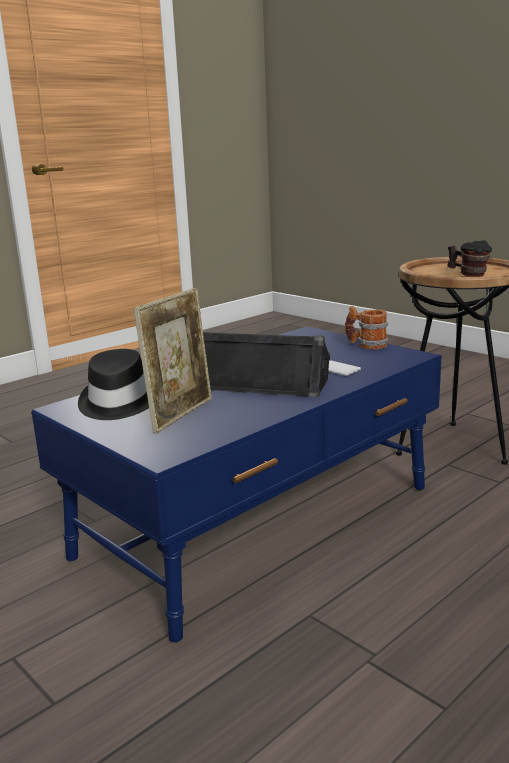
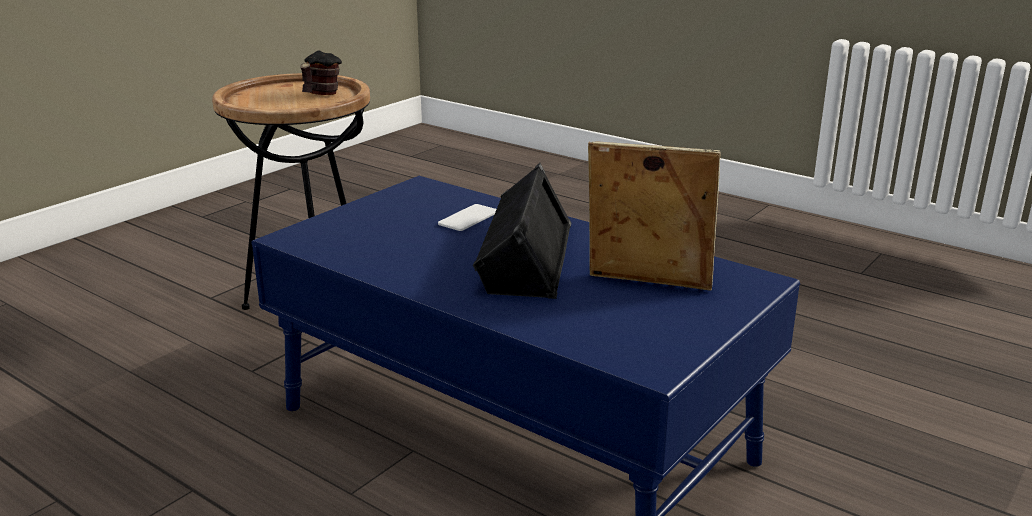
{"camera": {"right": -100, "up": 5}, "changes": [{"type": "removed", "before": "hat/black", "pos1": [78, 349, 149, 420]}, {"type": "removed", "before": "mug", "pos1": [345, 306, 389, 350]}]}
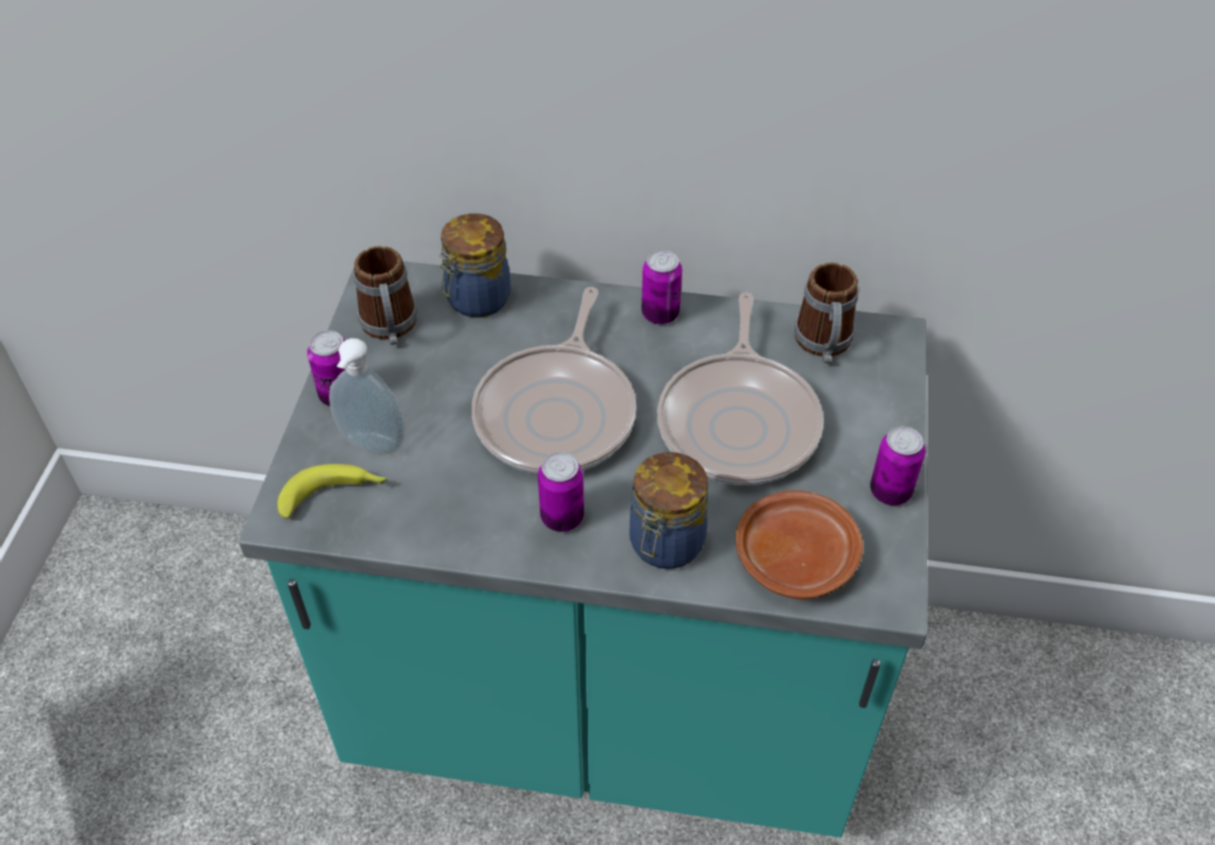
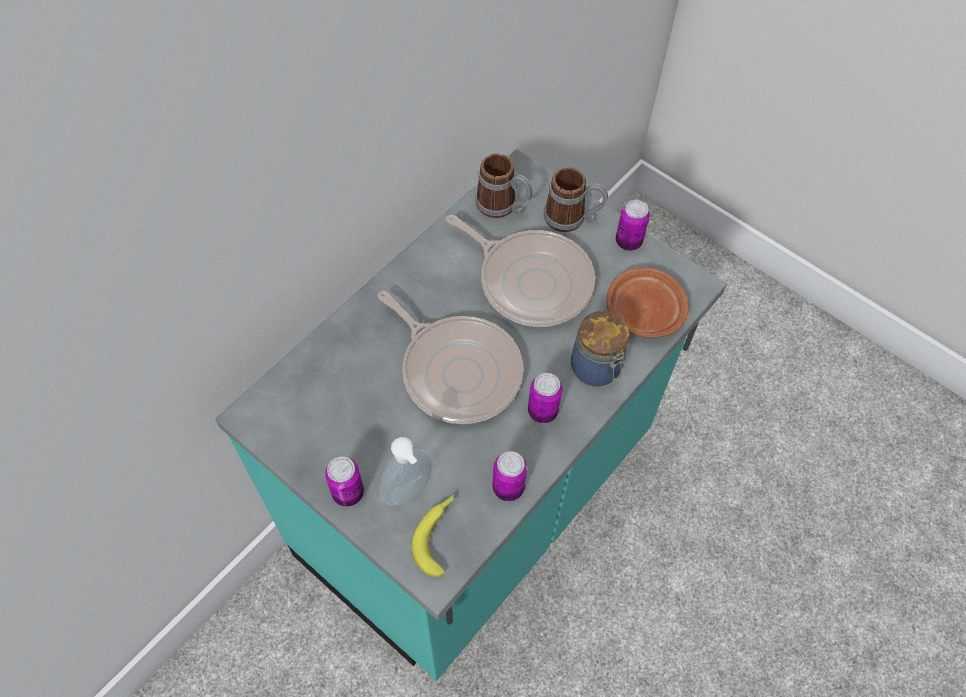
{"camera": {"right": -60, "up": 10}, "changes": [{"type": "moved", "before": "can", "pos1": [642, 250, 682, 324], "pos2": [492, 451, 527, 501]}, {"type": "moved", "before": "mug", "pos1": [353, 246, 417, 345], "pos2": [544, 167, 608, 232]}, {"type": "removed", "before": "jar", "pos1": [439, 213, 511, 318]}]}
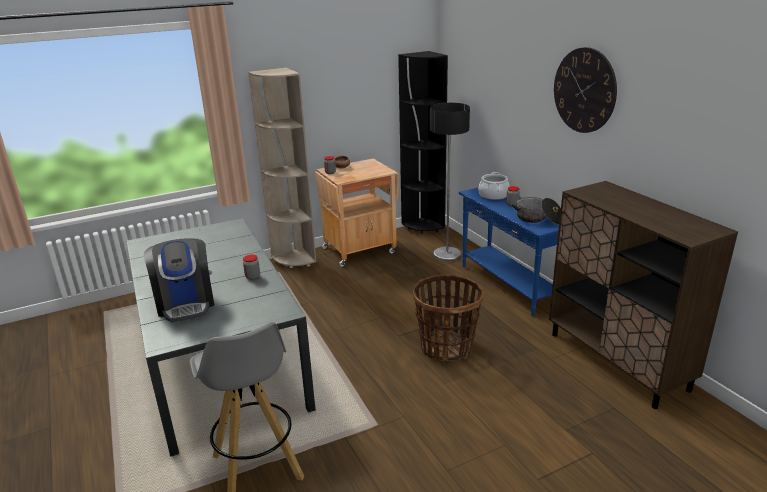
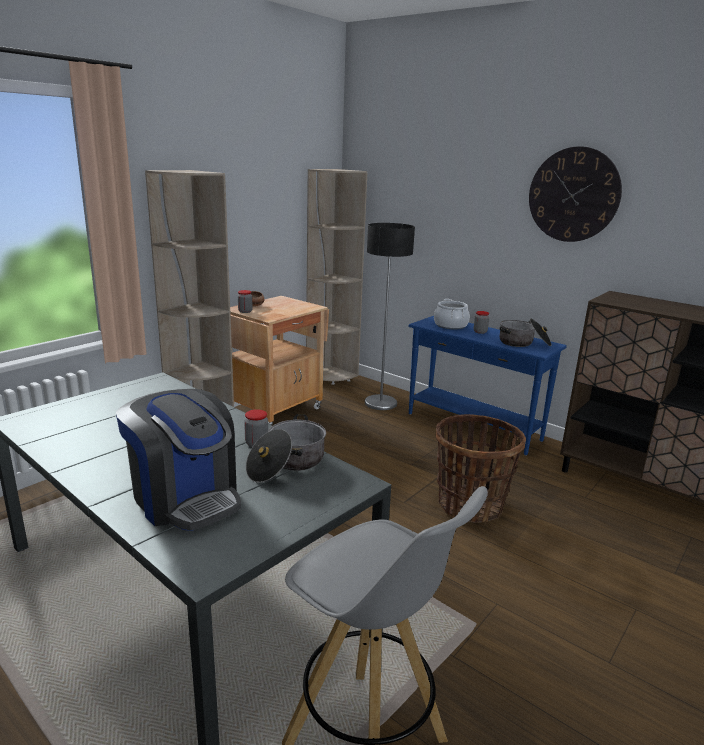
{"camera": {"right": -25, "up": -5}, "changes": [{"type": "added", "after": "cooking pot", "pos2": [246, 414, 326, 483]}, {"type": "recoloured", "before": "bookcase/black", "after": "bookcase/beige", "pos1": [398, 51, 448, 234], "pos2": [306, 169, 368, 385]}]}
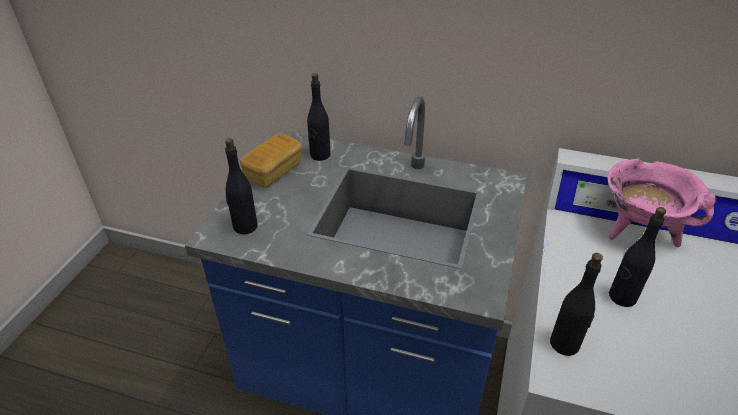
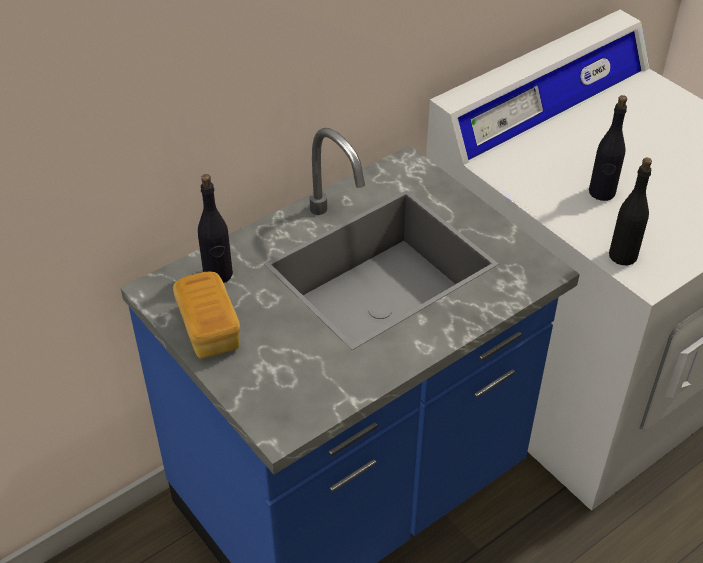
{"camera": {"right": -55, "up": 5}, "changes": [{"type": "removed", "before": "bottle/black", "pos1": [225, 138, 258, 234]}, {"type": "removed", "before": "cooking pot/pink", "pos1": [608, 159, 717, 247]}]}
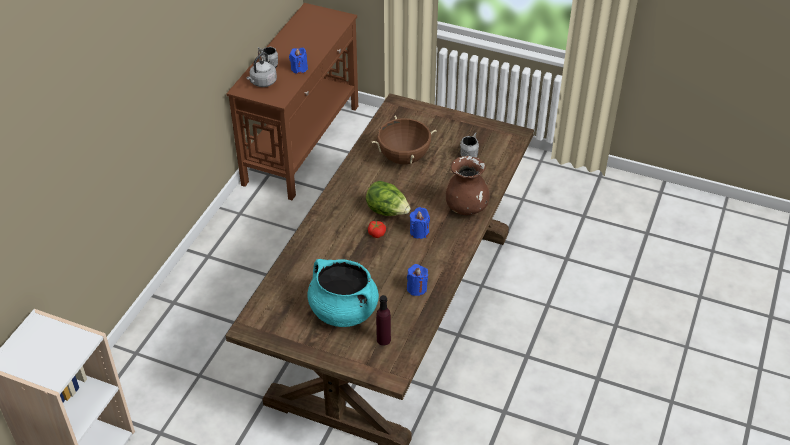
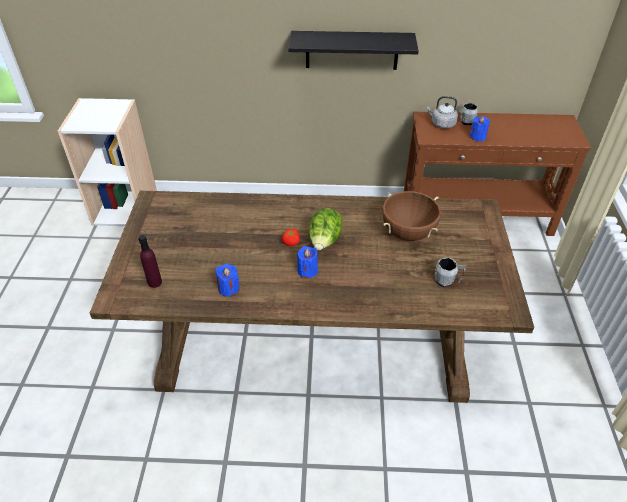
{"camera": {"right": 70, "up": 0}, "changes": [{"type": "added", "after": "shelf/black", "pos2": [288, 31, 418, 70]}, {"type": "removed", "before": "cooking pot/turquoise", "pos1": [307, 259, 379, 327]}, {"type": "removed", "before": "vase/brown", "pos1": [446, 156, 490, 215]}]}
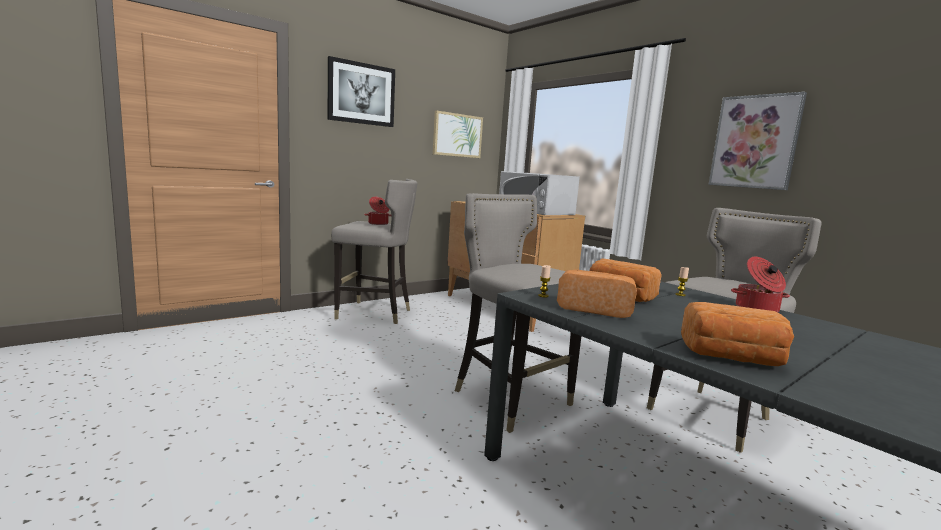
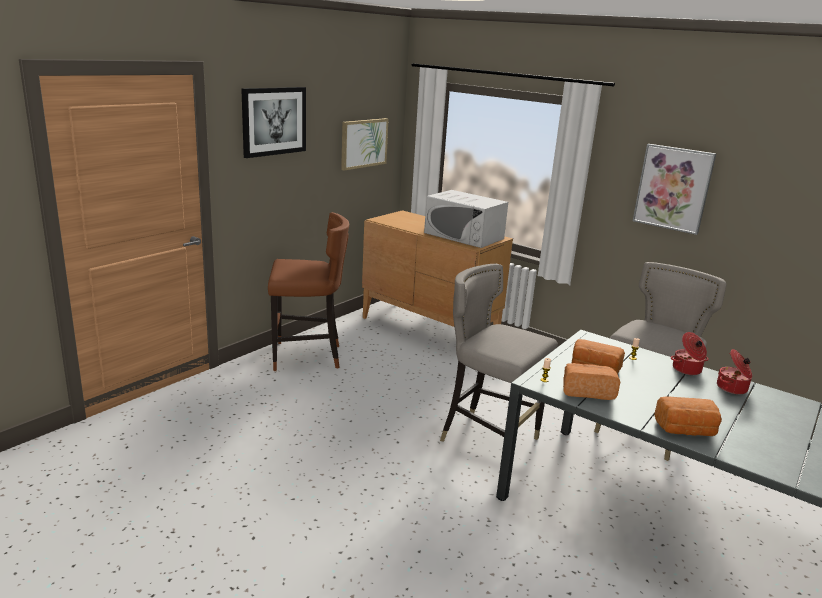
{"camera": {"right": -15, "up": 10}, "changes": [{"type": "recoloured", "before": "stool/grey", "after": "stool/brown", "pos1": [331, 179, 417, 324], "pos2": [268, 212, 349, 371]}, {"type": "moved", "before": "cooking pot", "pos1": [364, 197, 392, 225], "pos2": [717, 349, 752, 395]}]}
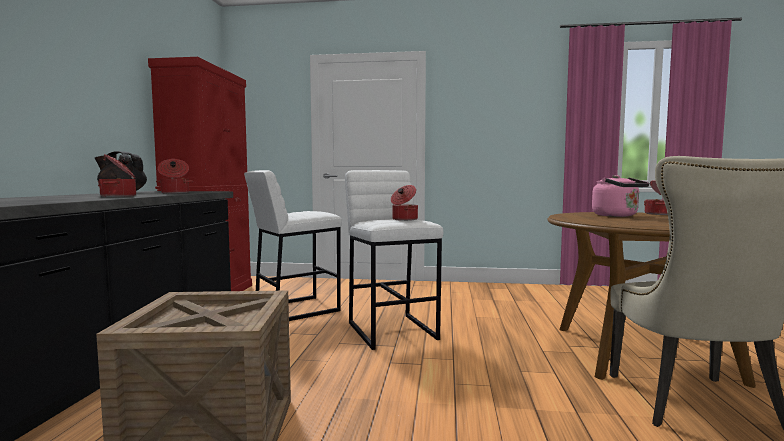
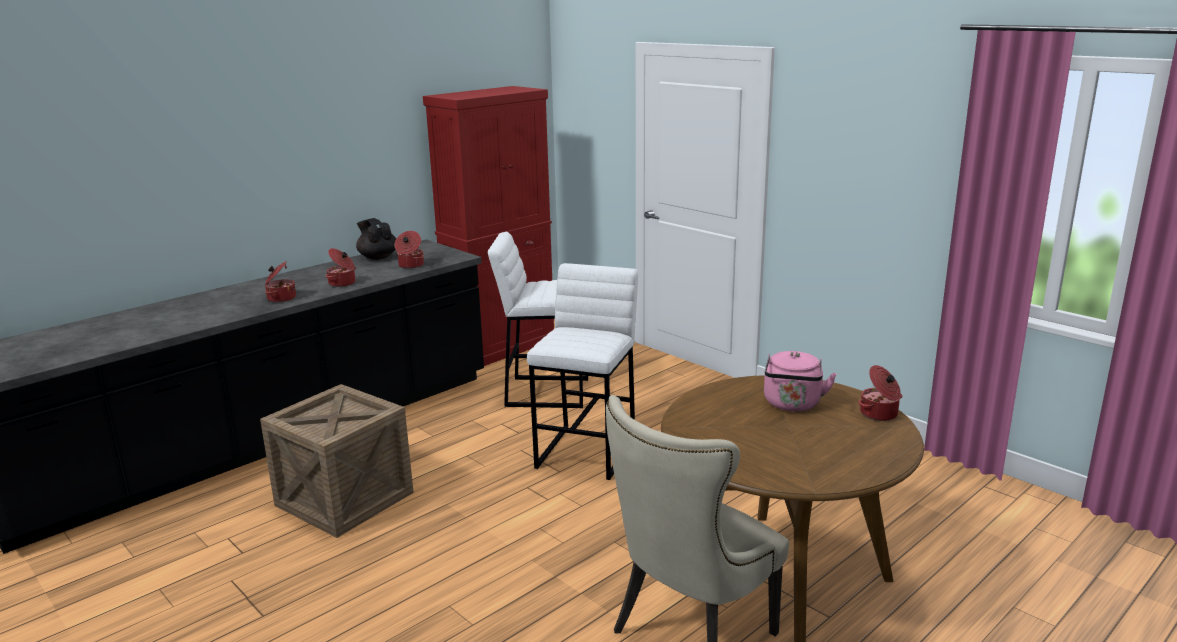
{"camera": {"right": 40, "up": 15}, "changes": [{"type": "moved", "before": "cooking pot", "pos1": [391, 185, 418, 221], "pos2": [265, 261, 296, 303]}]}
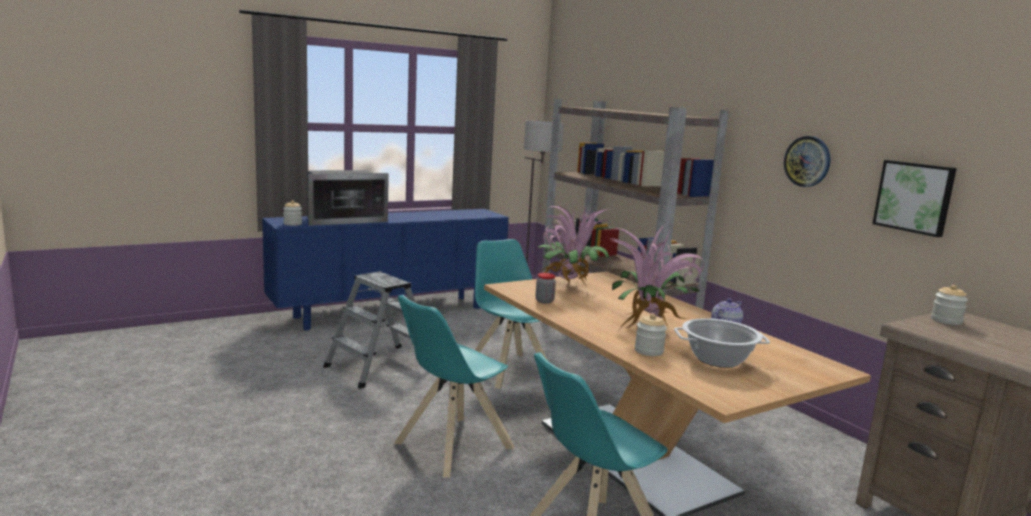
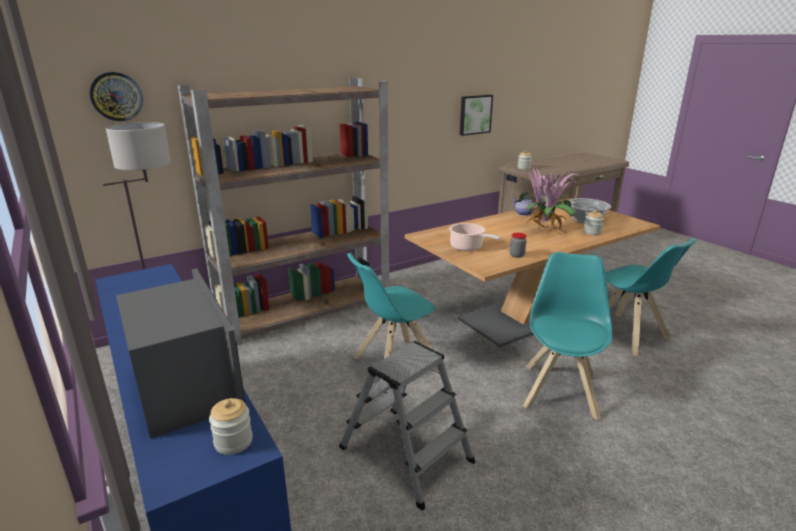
{"camera": {"right": -90, "up": 10}, "changes": [{"type": "moved", "before": "wall clock", "pos1": [784, 136, 831, 187], "pos2": [89, 72, 143, 121]}, {"type": "replaced", "before": "potted plant", "after": "cooking pot", "pos1": [538, 206, 611, 287], "pos2": [449, 223, 501, 251]}, {"type": "turned", "before": "chair/turquoise", "pos1": [394, 295, 514, 478], "pos2": [523, 252, 613, 420], "turn": -120}]}
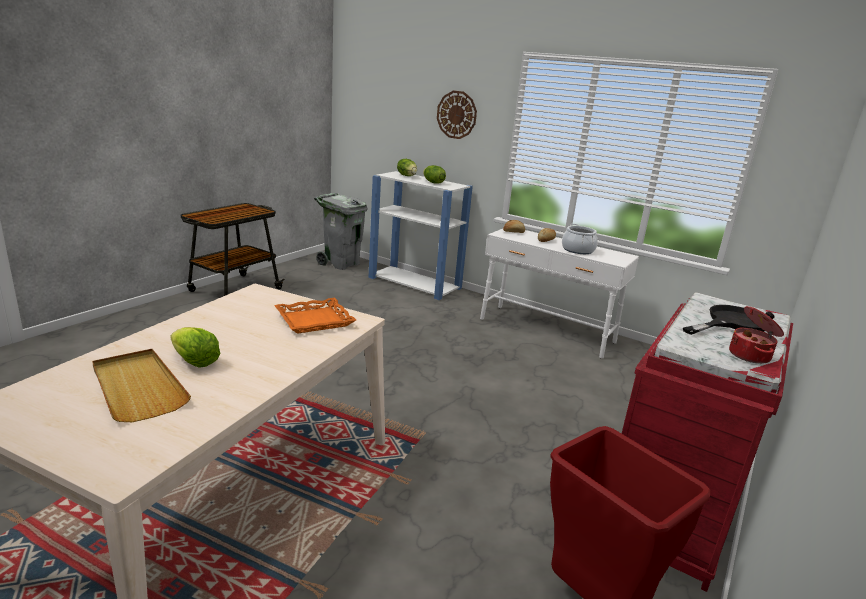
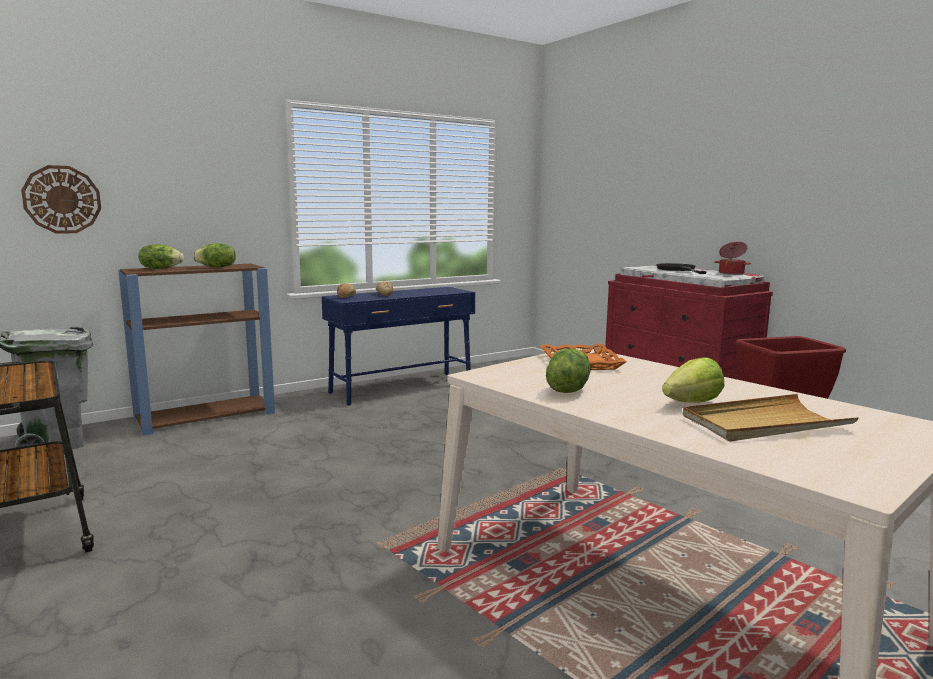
{"camera": {"right": -65, "up": -10}, "changes": [{"type": "moved", "before": "wall clock", "pos1": [437, 91, 477, 139], "pos2": [21, 165, 101, 234]}, {"type": "recoloured", "before": "bookcase/white", "after": "bookcase/brown", "pos1": [368, 171, 473, 300], "pos2": [118, 264, 275, 436]}, {"type": "recoloured", "before": "console table/white", "after": "console table/blue", "pos1": [480, 229, 639, 359], "pos2": [322, 287, 475, 406]}, {"type": "added", "after": "lettuce", "pos2": [546, 349, 591, 393]}, {"type": "removed", "before": "cooking pot", "pos1": [562, 224, 598, 254]}]}
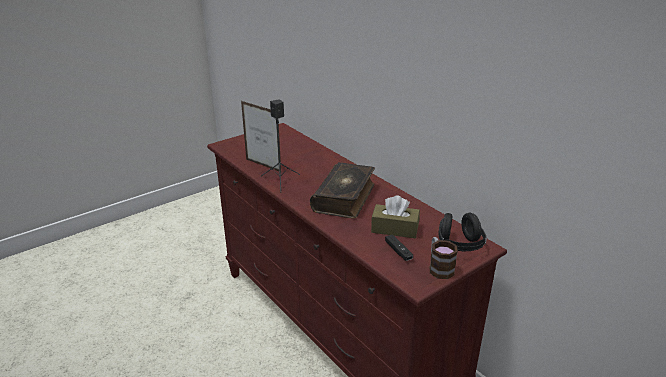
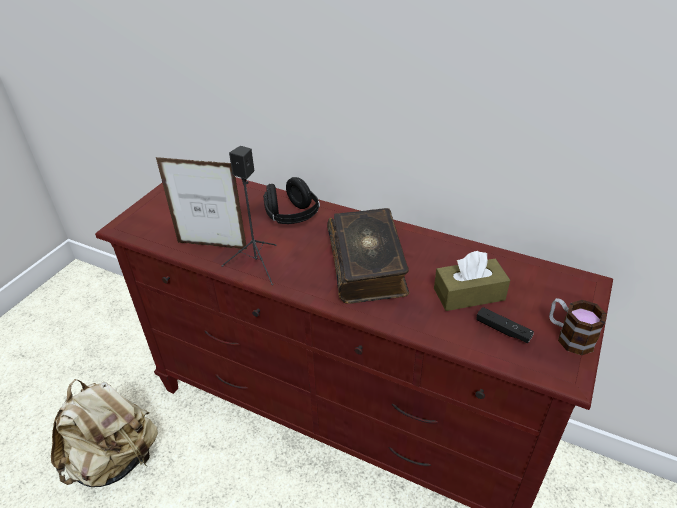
{"camera": {"right": -25, "up": 10}, "changes": [{"type": "added", "after": "backpack/beige", "pos2": [51, 379, 158, 487]}, {"type": "moved", "before": "headphones/black", "pos1": [438, 213, 487, 251], "pos2": [263, 177, 320, 224]}]}
